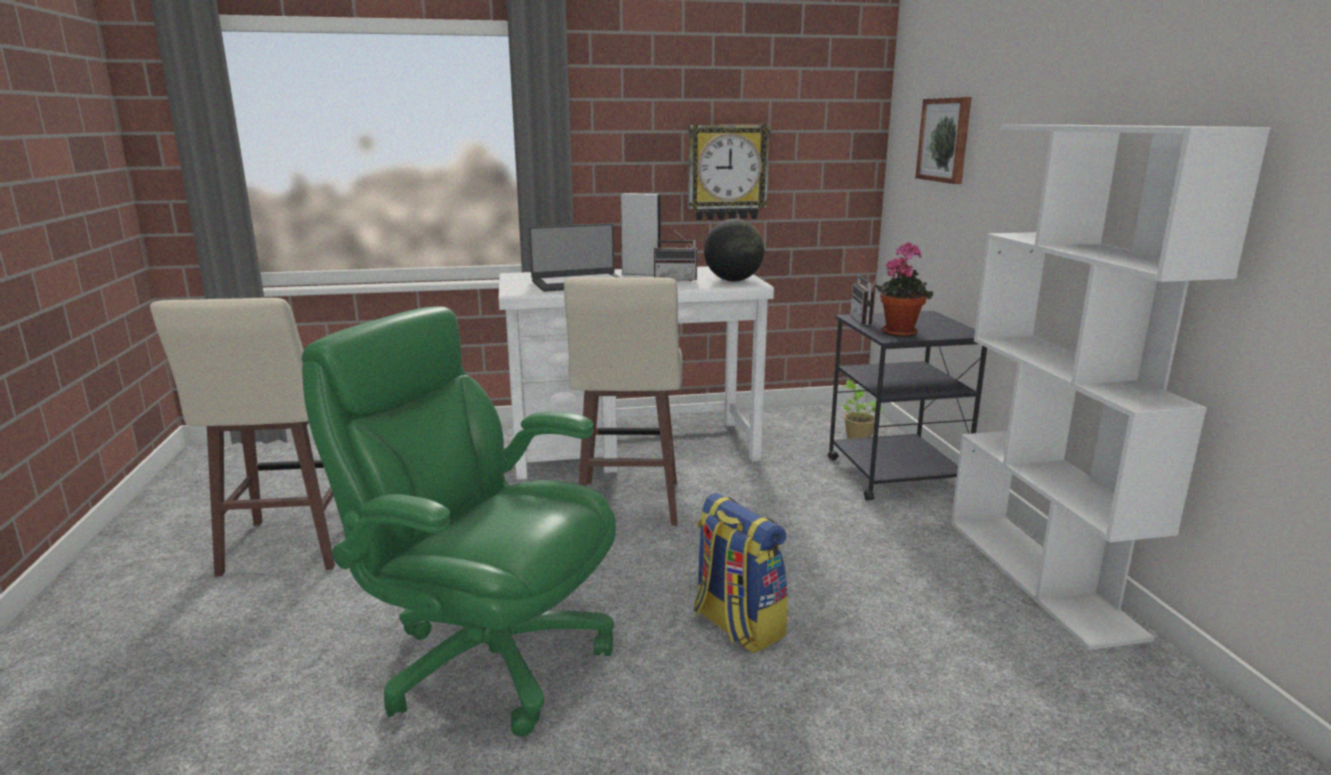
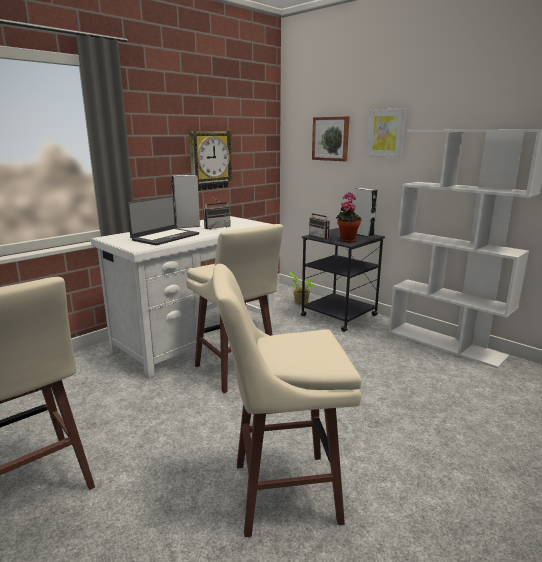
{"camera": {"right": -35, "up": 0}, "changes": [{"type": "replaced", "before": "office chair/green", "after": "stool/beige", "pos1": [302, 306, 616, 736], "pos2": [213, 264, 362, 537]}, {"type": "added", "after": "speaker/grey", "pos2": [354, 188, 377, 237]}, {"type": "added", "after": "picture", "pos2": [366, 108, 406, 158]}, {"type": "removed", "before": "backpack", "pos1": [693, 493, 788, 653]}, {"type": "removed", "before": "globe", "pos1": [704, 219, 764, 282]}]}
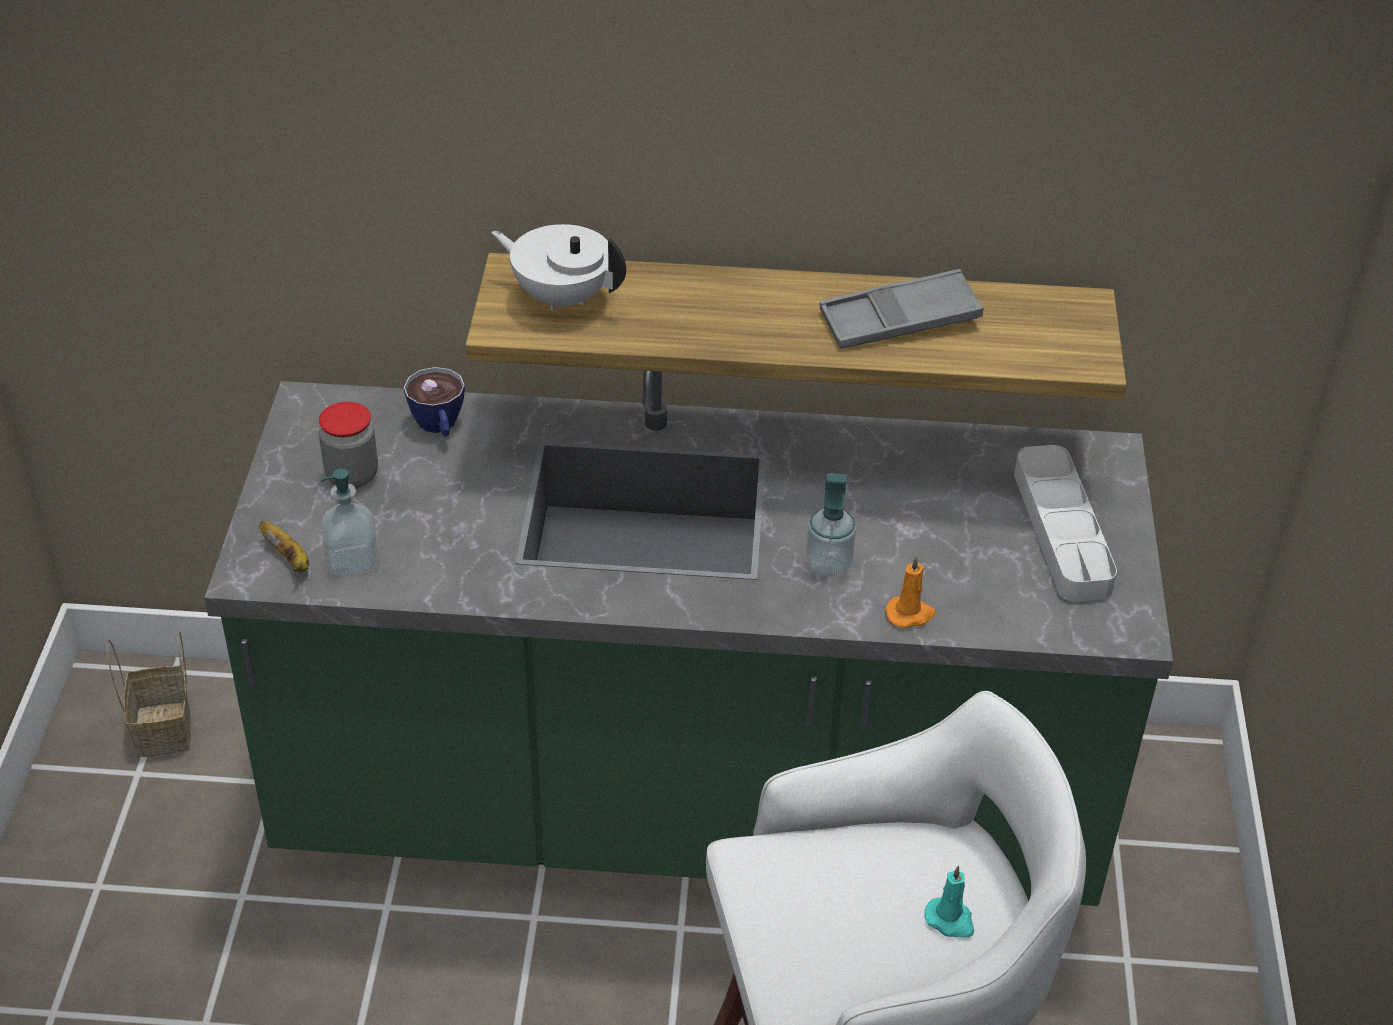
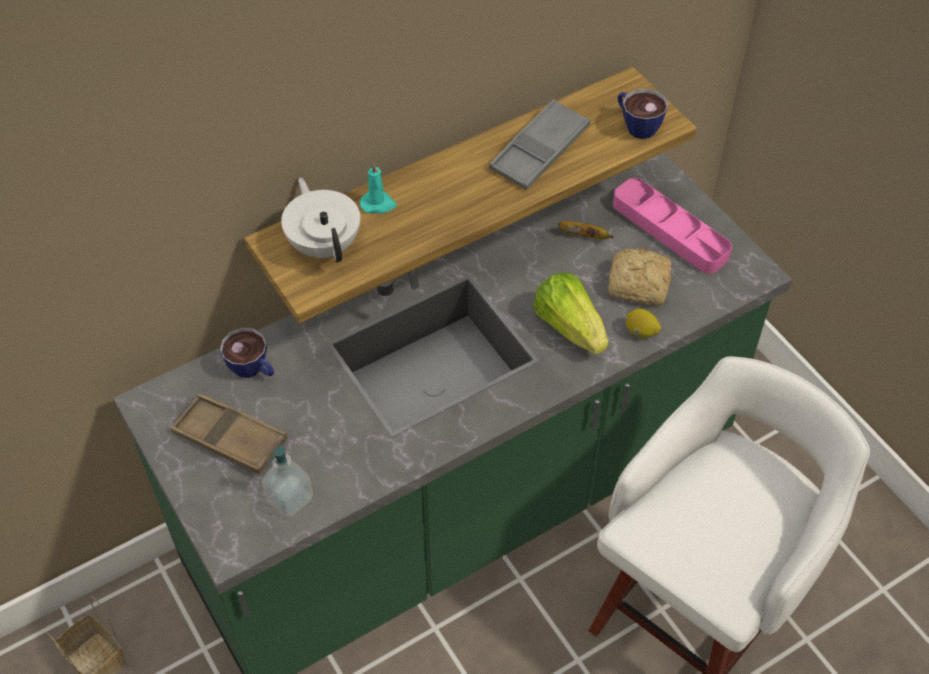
{"camera": {"right": -35, "up": 10}, "changes": [{"type": "replaced", "before": "jar", "after": "tray/brown", "pos1": [319, 402, 378, 489], "pos2": [170, 393, 287, 474]}, {"type": "turned", "before": "teapot/white", "pos1": [492, 224, 626, 311], "pos2": [281, 178, 360, 263], "turn": 75}, {"type": "moved", "before": "candle/turquoise", "pos1": [924, 866, 974, 938], "pos2": [360, 162, 397, 214]}, {"type": "replaced", "before": "soap dispenser", "after": "lettuce", "pos1": [806, 473, 856, 577], "pos2": [533, 272, 608, 354]}, {"type": "moved", "before": "banana", "pos1": [259, 521, 309, 573], "pos2": [558, 221, 614, 239]}, {"type": "added", "after": "bread", "pos2": [608, 248, 672, 306]}, {"type": "recoloured", "before": "tray/grey", "after": "tray/pink", "pos1": [1014, 445, 1117, 602], "pos2": [613, 178, 732, 274]}, {"type": "added", "after": "cup", "pos2": [618, 89, 668, 139]}, {"type": "replaced", "before": "candle/orange", "after": "lemon", "pos1": [885, 555, 936, 628], "pos2": [626, 309, 661, 338]}]}
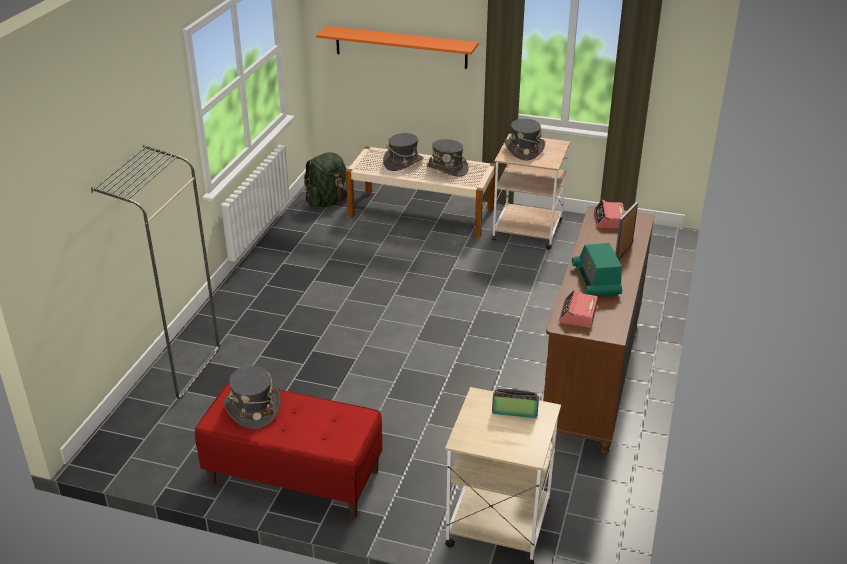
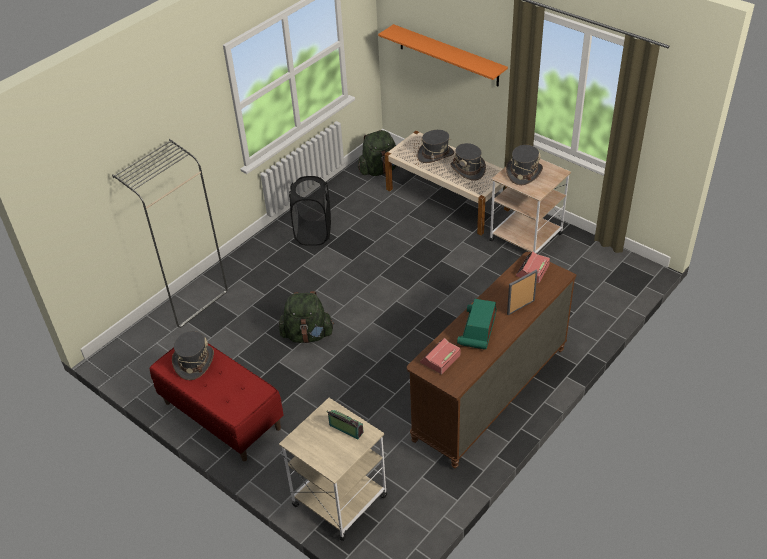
{"camera": {"right": 25, "up": 10}, "changes": [{"type": "added", "after": "backpack/green", "pos2": [278, 291, 334, 343]}, {"type": "added", "after": "laundry basket/black", "pos2": [289, 176, 331, 246]}]}
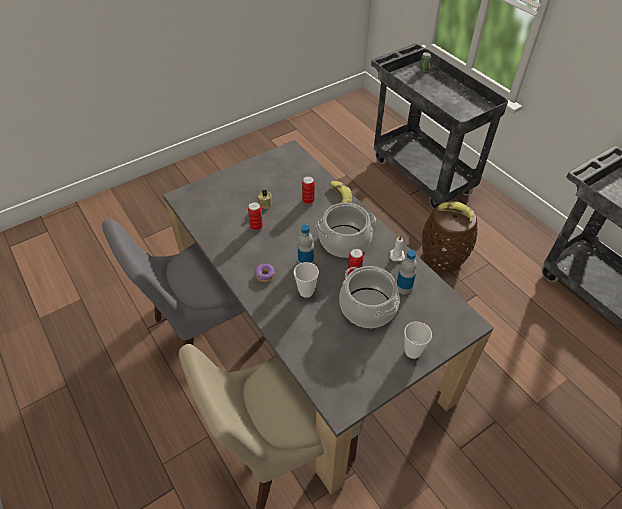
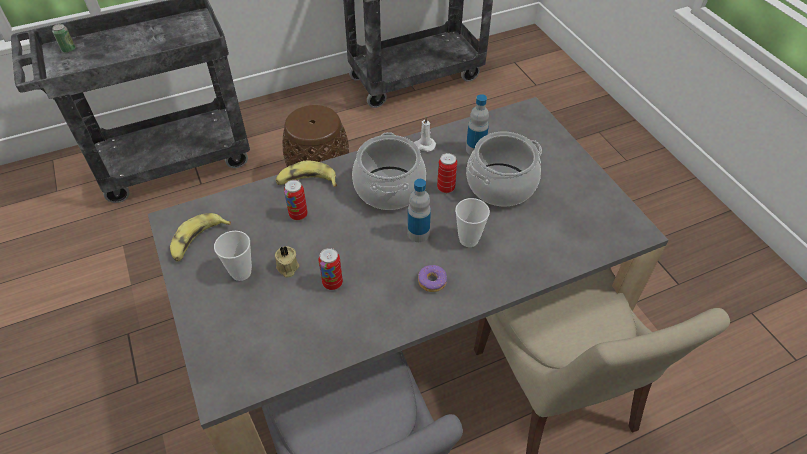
{"camera": {"right": -80, "up": 0}, "changes": [{"type": "moved", "before": "banana", "pos1": [437, 202, 473, 223], "pos2": [170, 213, 231, 262]}, {"type": "moved", "before": "cup", "pos1": [404, 322, 432, 359], "pos2": [214, 231, 252, 281]}]}
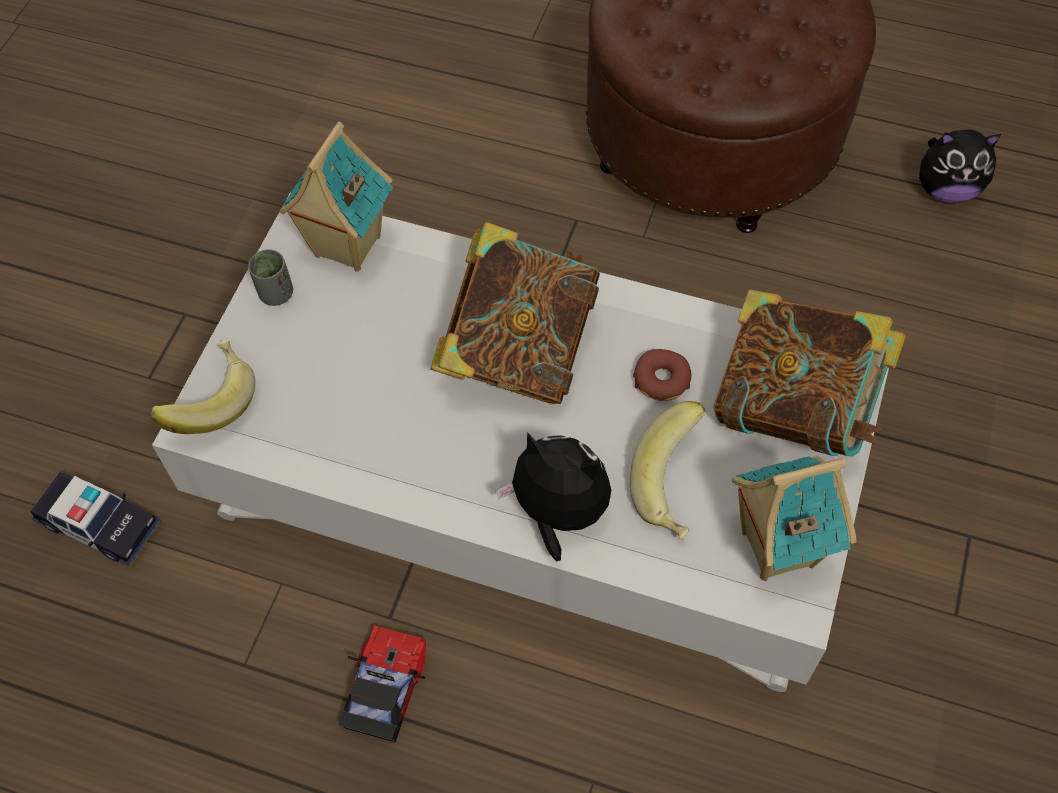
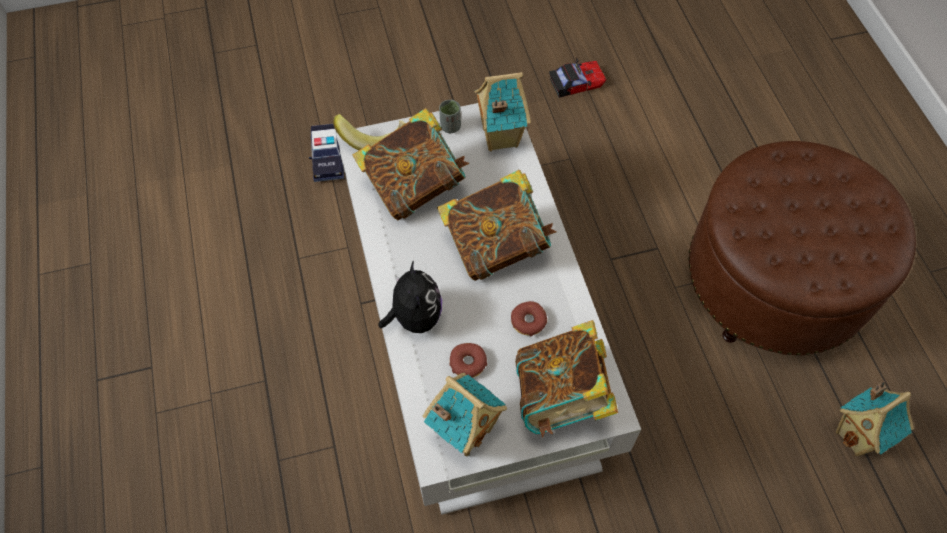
{"camera": {"right": 55, "up": 0}, "changes": [{"type": "added", "after": "book", "pos2": [352, 108, 469, 220]}, {"type": "replaced", "before": "banana", "after": "donut", "pos1": [630, 401, 706, 540], "pos2": [449, 343, 487, 378]}, {"type": "moved", "before": "toy car", "pos1": [338, 625, 426, 743], "pos2": [549, 58, 606, 98]}, {"type": "replaced", "before": "plush toy", "after": "toy house", "pos1": [919, 129, 1001, 203], "pos2": [836, 381, 914, 456]}]}
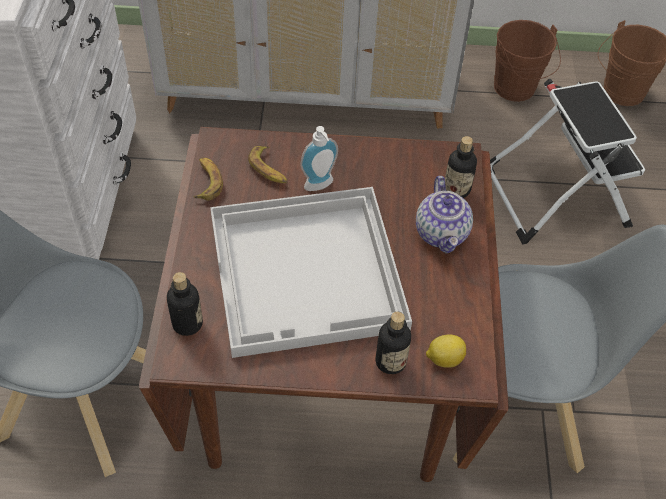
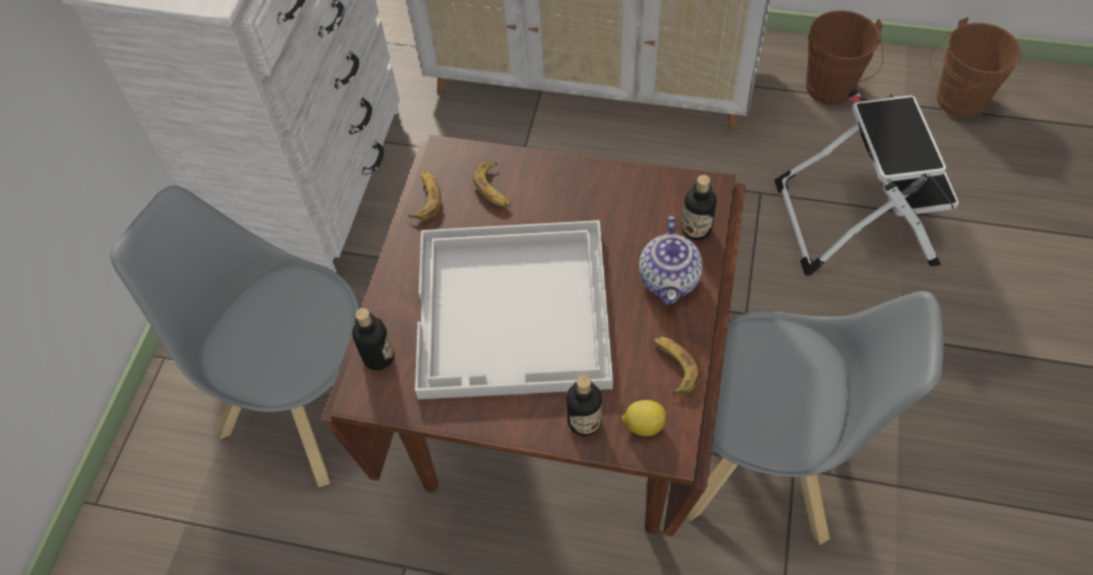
{"camera": {"right": 15, "up": 5}, "changes": [{"type": "added", "after": "banana", "pos2": [654, 337, 699, 394]}, {"type": "removed", "before": "soap dispenser", "pos1": [300, 126, 338, 191]}]}
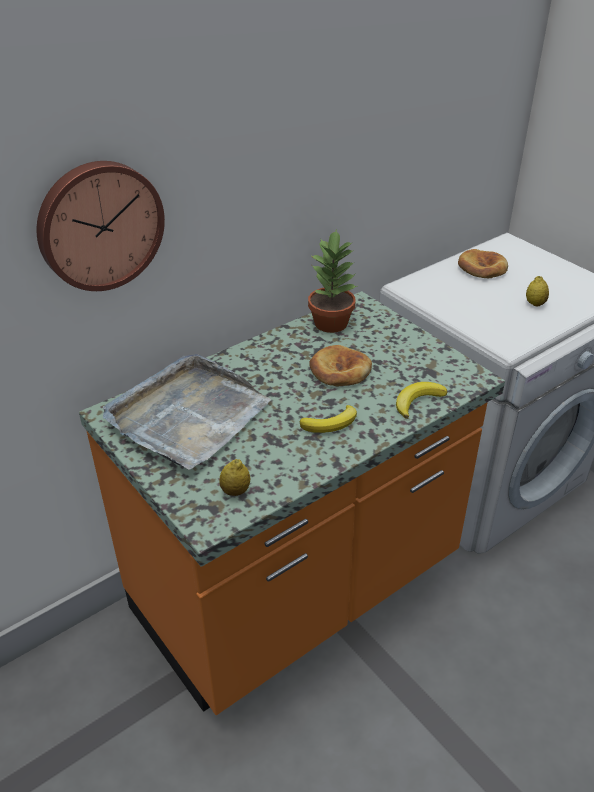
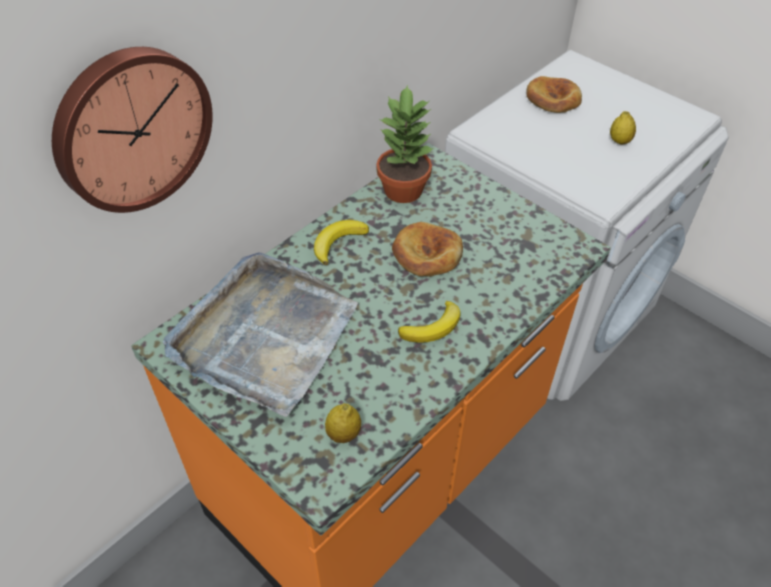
{"camera": {"right": -10, "up": 10}, "changes": [{"type": "moved", "before": "banana", "pos1": [396, 382, 447, 419], "pos2": [314, 220, 369, 265]}]}
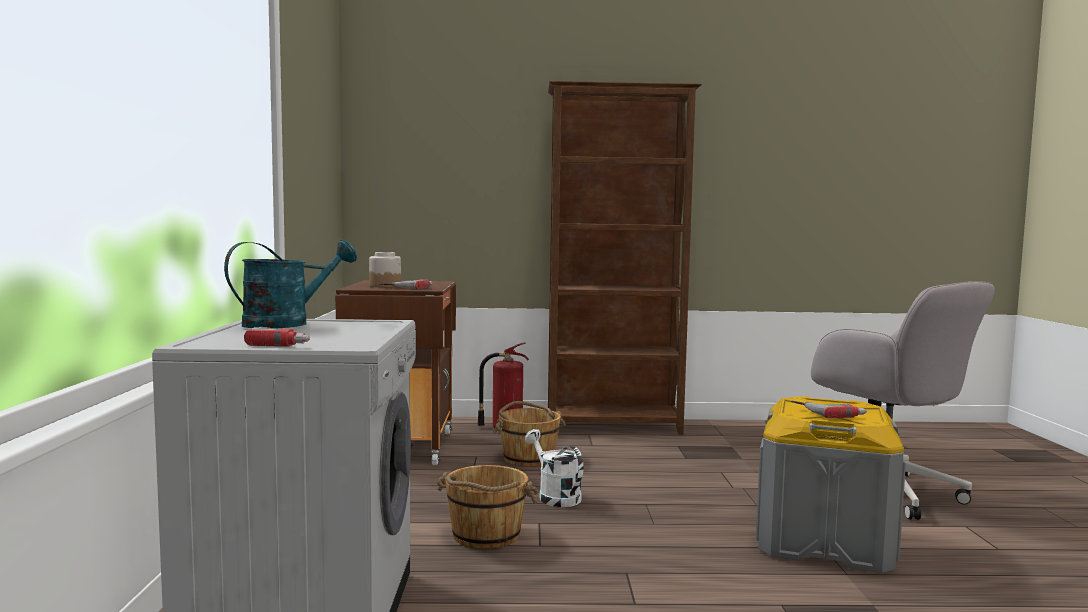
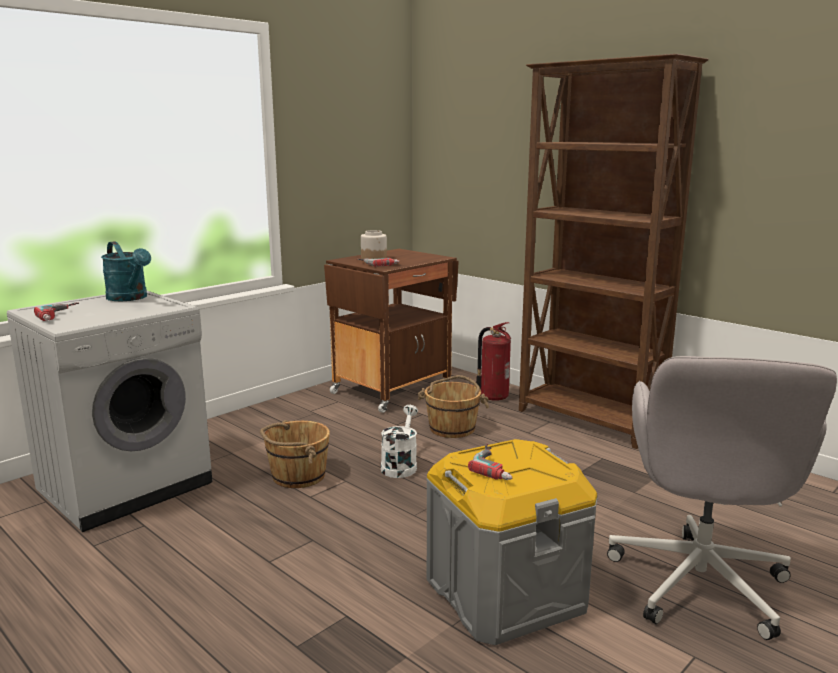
{"camera": {"right": 45, "up": 10}, "changes": [{"type": "turned", "before": "watering can/turquoise", "pos1": [224, 240, 357, 328], "pos2": [101, 241, 151, 301], "turn": 45}]}
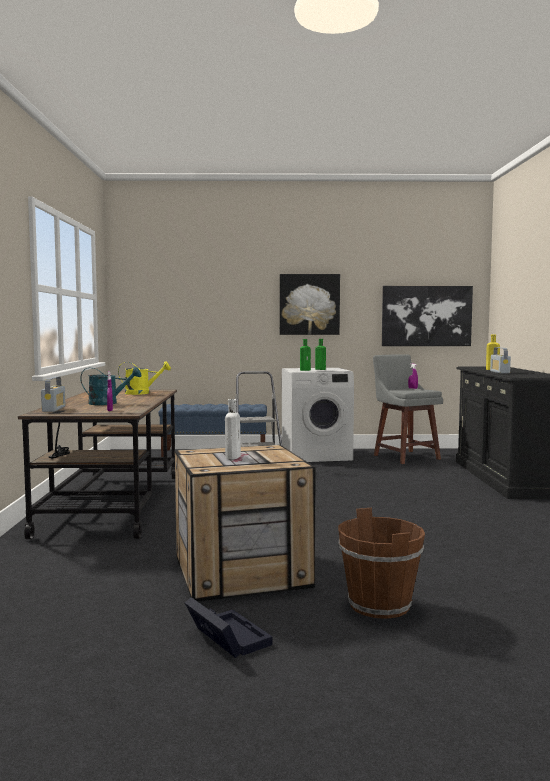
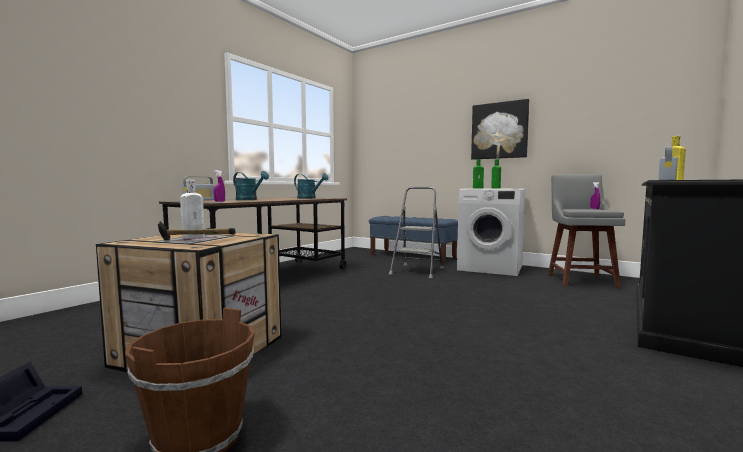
{"camera": {"right": 35, "up": 0}, "changes": [{"type": "added", "after": "hammer", "pos2": [158, 221, 236, 240]}, {"type": "recoloured", "before": "watering can/yellow", "after": "watering can/turquoise", "pos1": [118, 361, 171, 395], "pos2": [294, 173, 329, 199]}, {"type": "removed", "before": "picture", "pos1": [382, 286, 473, 346]}]}
